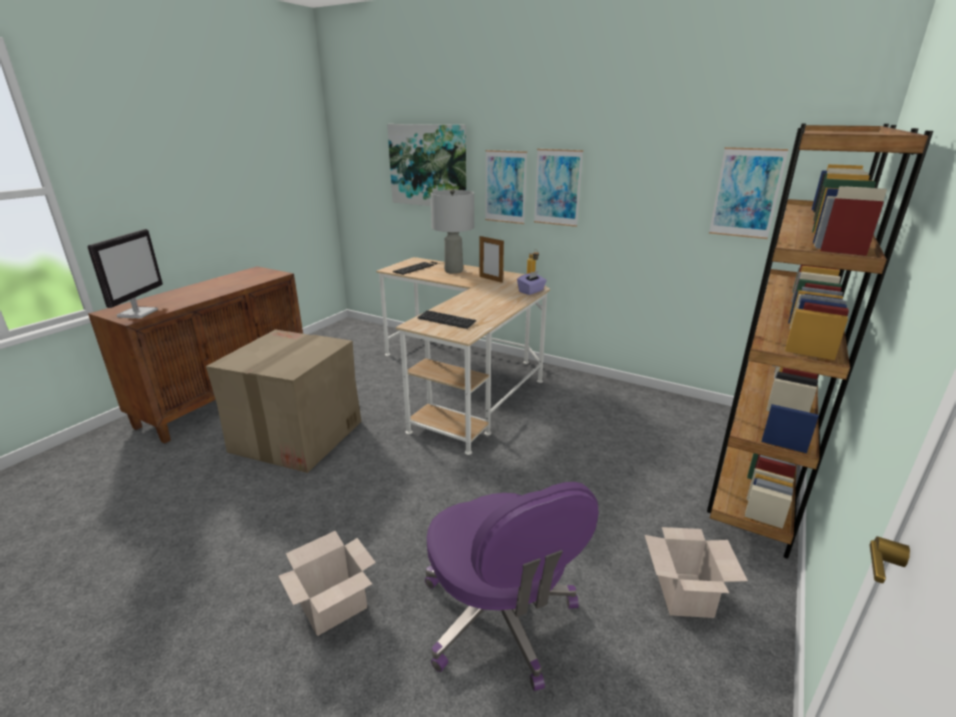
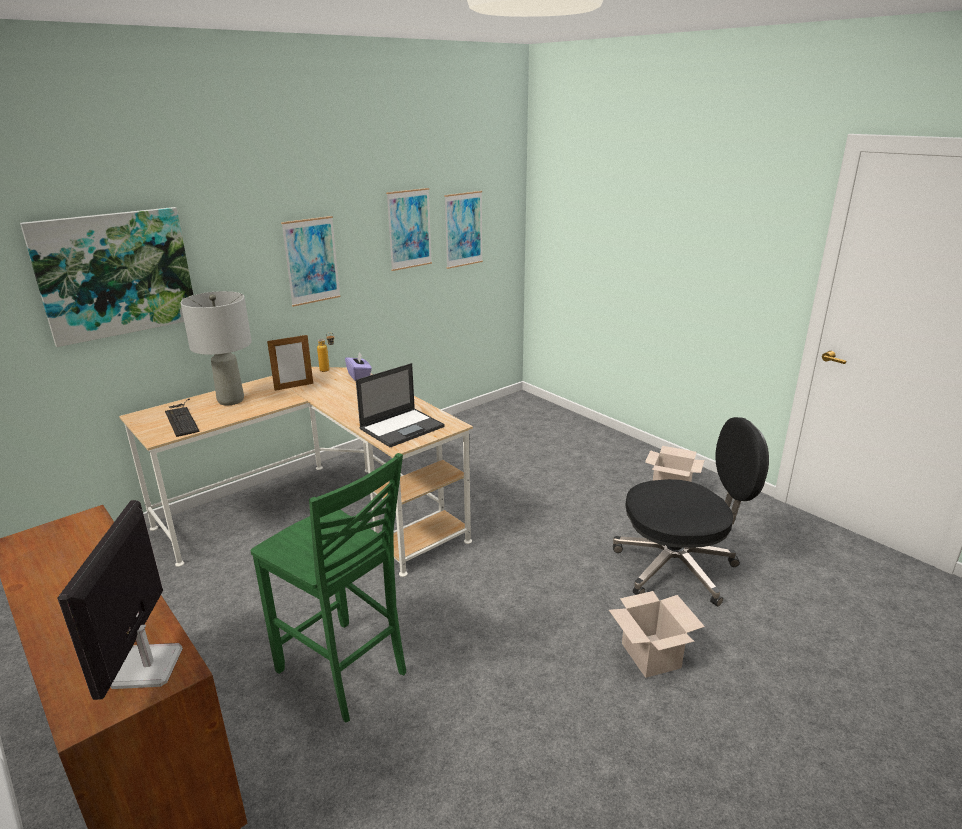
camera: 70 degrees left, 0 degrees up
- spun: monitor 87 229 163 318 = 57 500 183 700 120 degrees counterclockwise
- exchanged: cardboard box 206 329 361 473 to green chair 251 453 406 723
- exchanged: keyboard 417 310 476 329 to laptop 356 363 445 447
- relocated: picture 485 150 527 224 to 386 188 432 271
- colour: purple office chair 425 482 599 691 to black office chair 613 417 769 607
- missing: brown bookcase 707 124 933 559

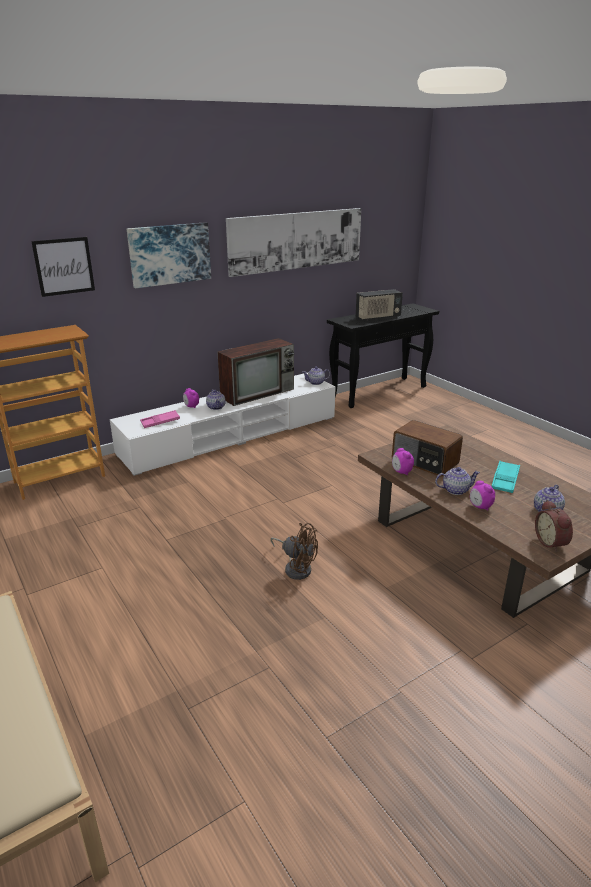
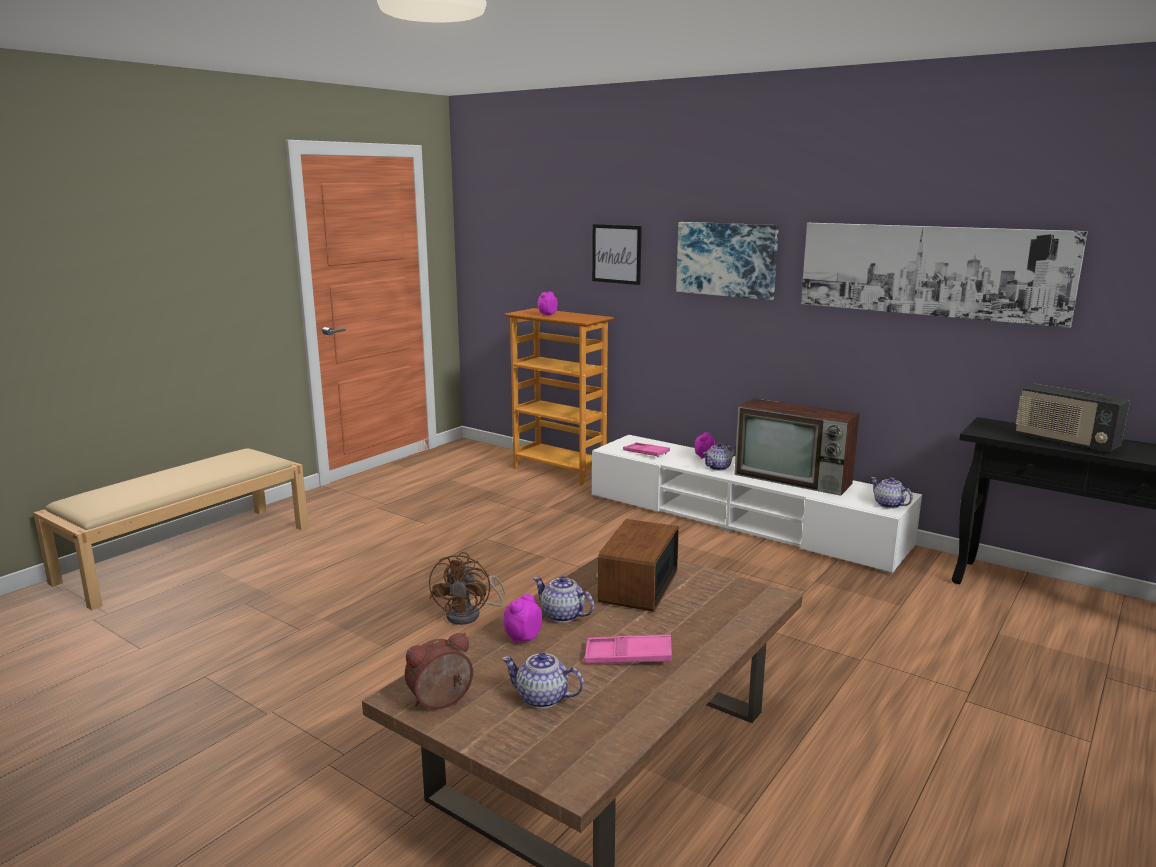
camera: 70 degrees right, 10 degrees down
- spun: teapot 435 467 480 495 = 533 576 594 623 150 degrees clockwise
- relocated: alarm clock 392 448 414 475 to 538 291 558 316
- colour: turquoise tray 492 461 520 493 to pink tray 584 634 672 664

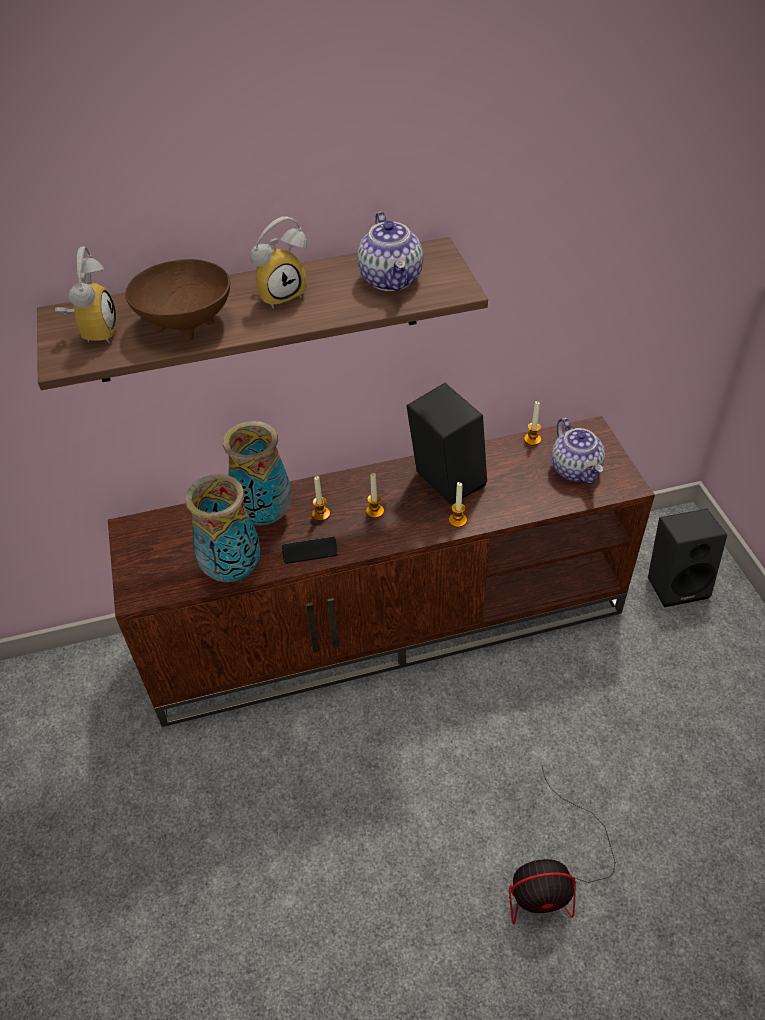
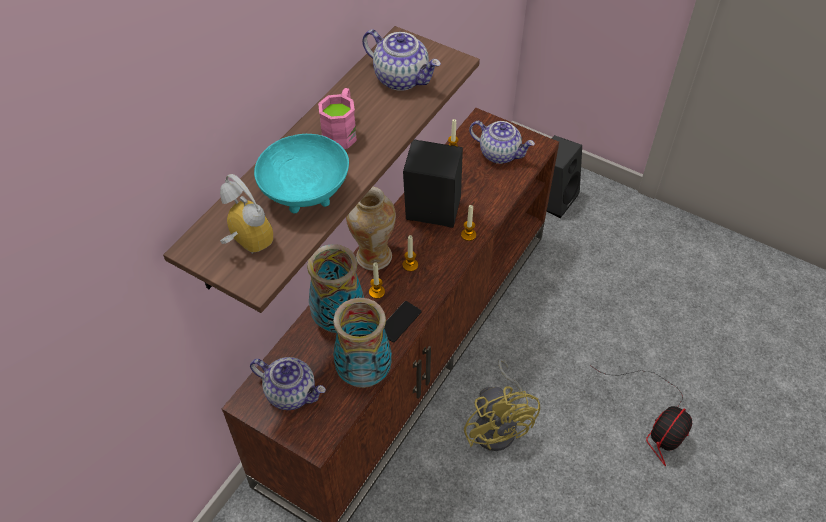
camera: 45 degrees left, 5 degrees up
- appeared: teapot 250 357 326 410
- colour: brown bowl 125 259 230 341 to turquoise bowl 254 134 349 213
- exchanged: alarm clock 251 216 307 309 to pink mug 318 88 357 149
- appeared: vase 346 187 396 270
- appeared: yellow fan 464 359 540 451

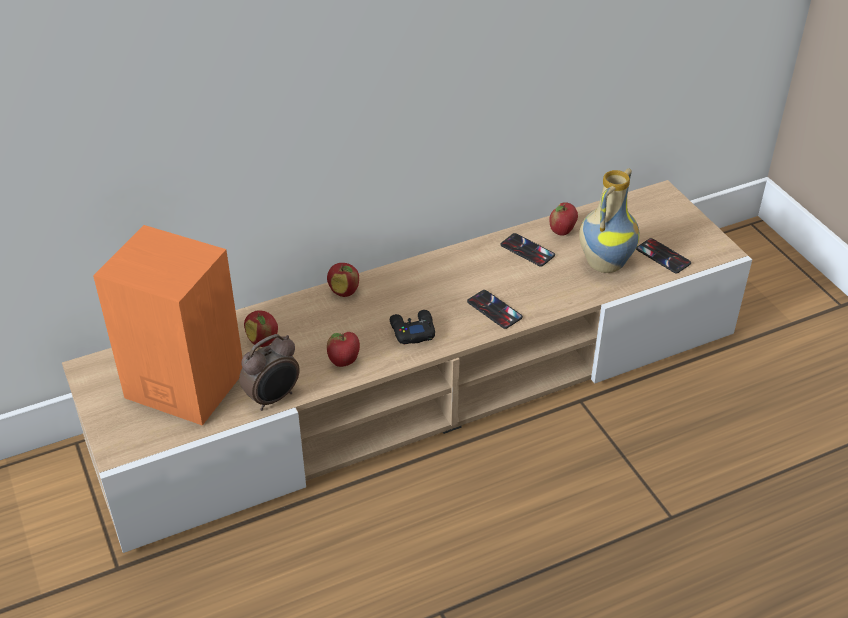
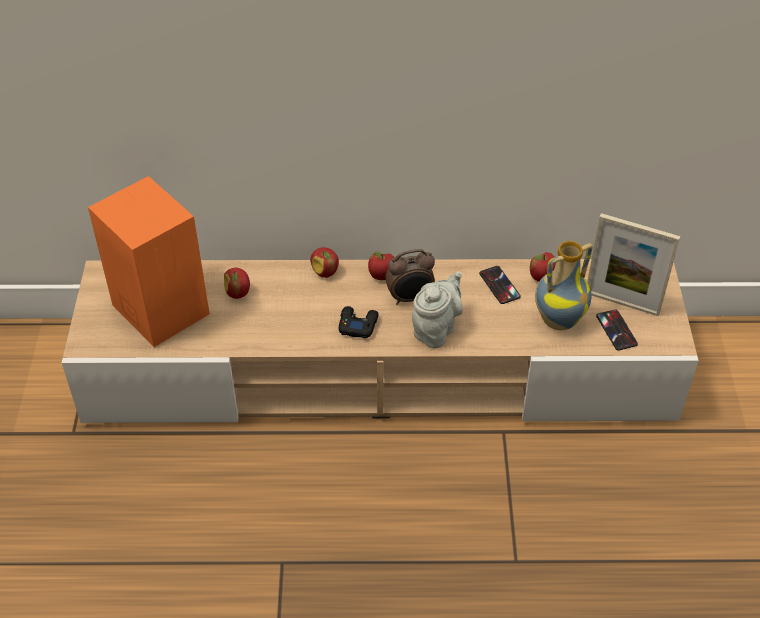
camera: 25 degrees right, 5 degrees up
- relocated: apple 327 332 360 367 to 368 252 394 280
- relocated: alarm clock 239 334 300 411 to 385 249 435 305
- exchanged: phone 467 290 523 329 to grey teapot 412 271 463 348
- appeared: picture frame 587 213 680 316

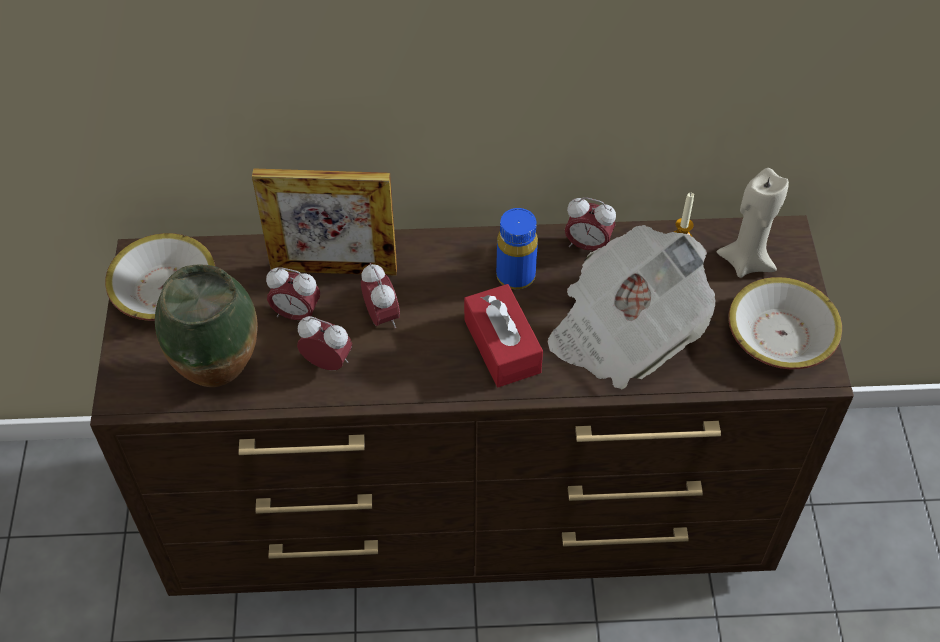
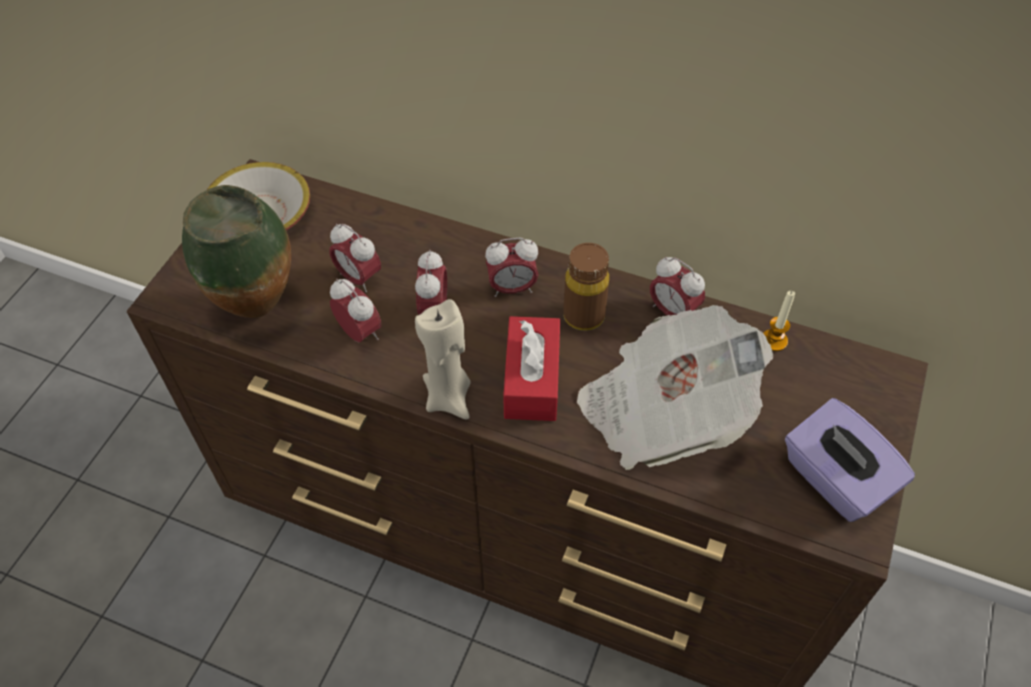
camera: 25 degrees right, 0 degrees up
- relocated: beige candle 717 168 789 278 to 415 299 471 420
- appeared: alarm clock 485 238 539 297
- colour: blue bottle 496 208 538 289 to brown bottle 563 243 609 331
- exchanged: bowl 728 277 842 369 to purple tissue box 785 398 915 522
- missing: picture frame 252 168 397 276

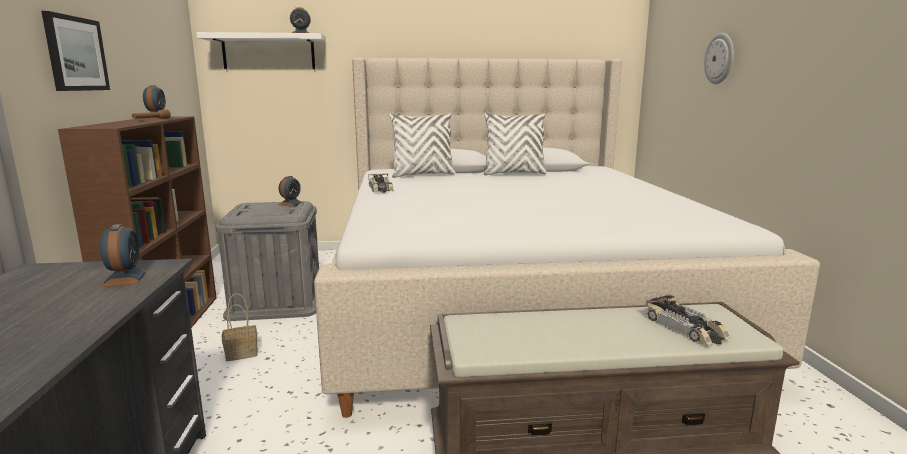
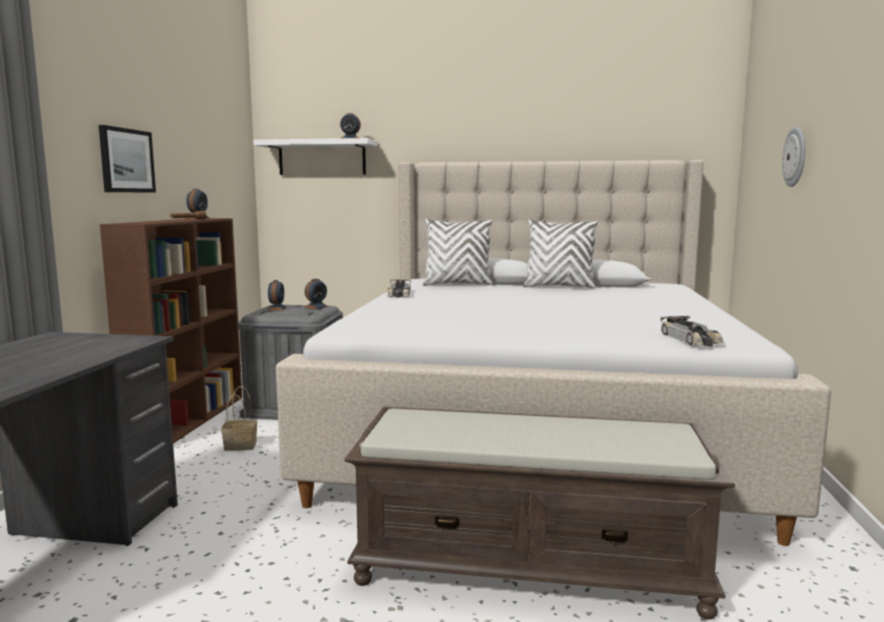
camera: 15 degrees right, 5 degrees down
- relocated: alarm clock 100 224 147 287 to 266 280 287 311
- relocated: toy car 646 294 731 345 to 661 316 725 346

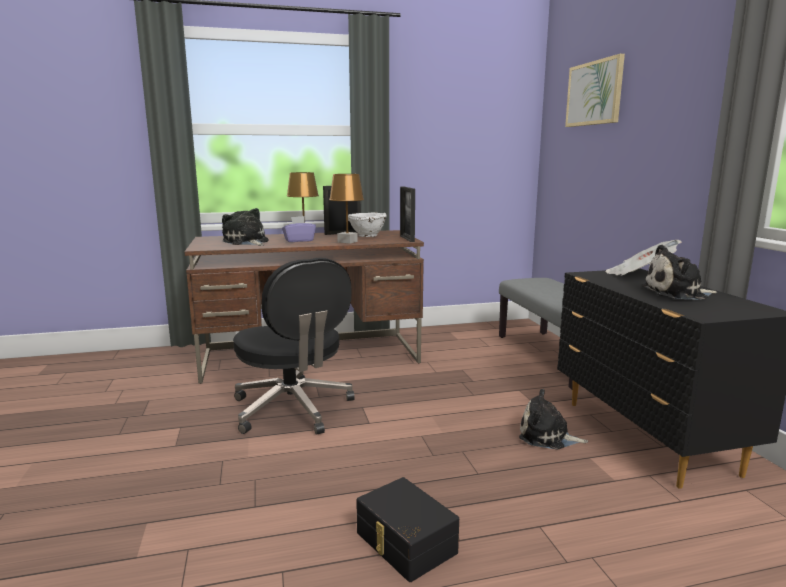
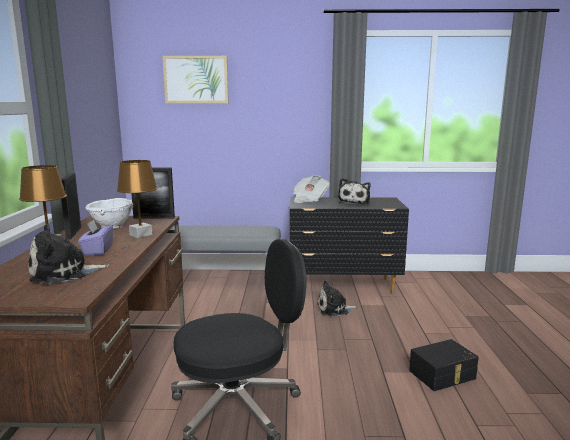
camera: 75 degrees left, 0 degrees up
- spun: plush toy 519 389 589 450 = 317 280 357 316 45 degrees clockwise

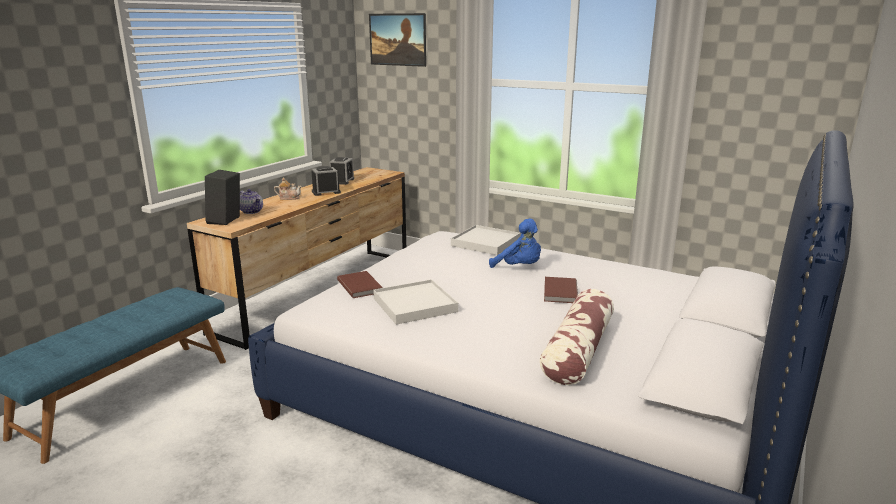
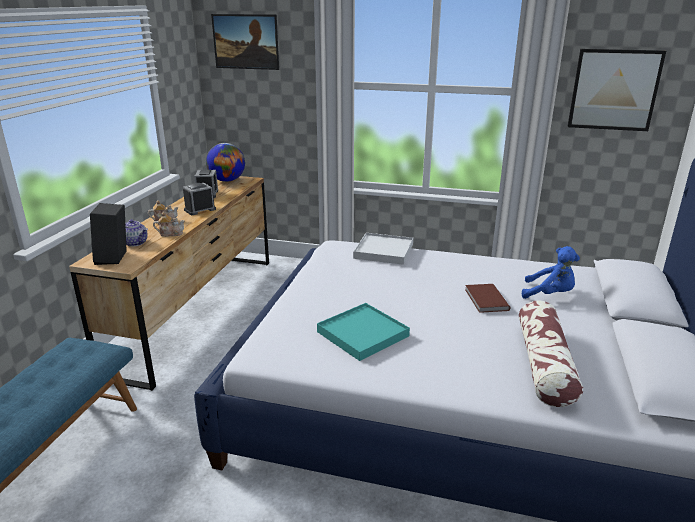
camera: 15 degrees left, 5 degrees up
- appeared: teapot 153 212 185 237
- appeared: globe 206 143 245 182
- colour: white tray 373 279 458 325 to turquoise tray 317 303 410 361
- relocated: blue plush toy 489 218 541 268 to 522 246 580 299
- appeared: picture 568 49 666 131
- missing: brown book 337 271 383 298

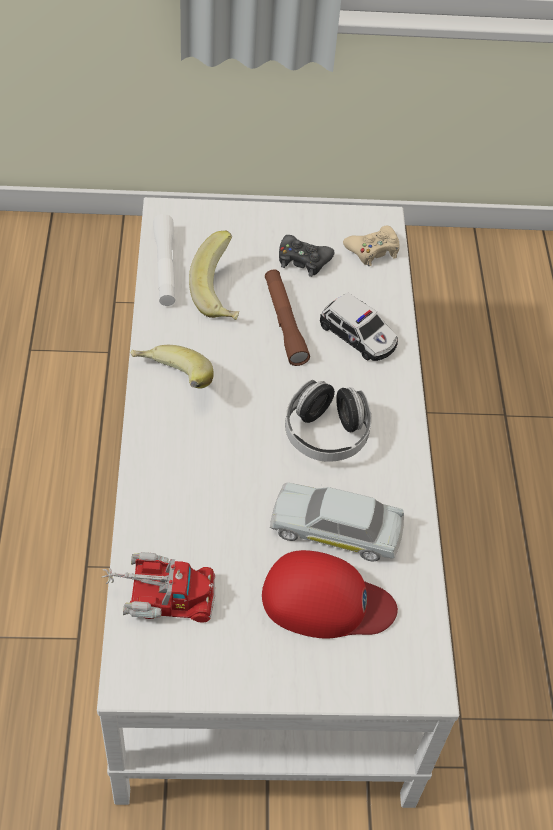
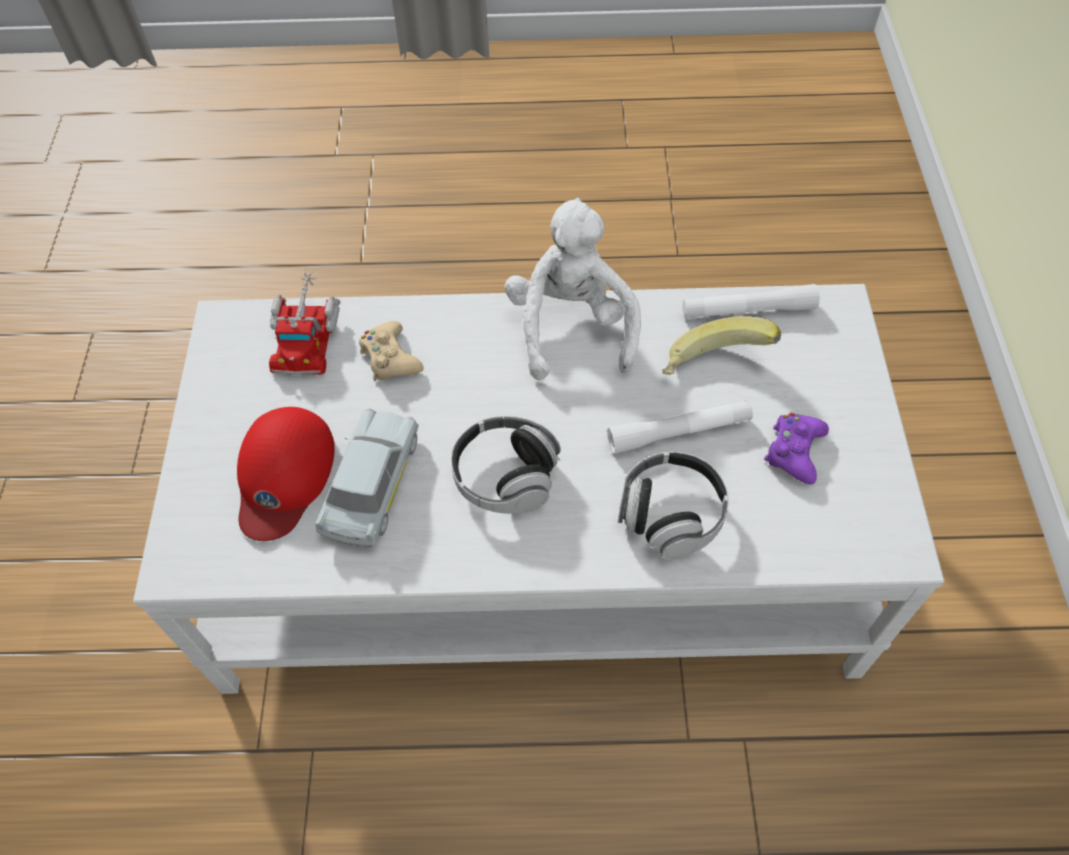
camera: 95 degrees right, 5 degrees up
- relocated: beige game controller 343 226 400 266 to 359 321 424 381
- exchanged: banana 130 345 214 388 to white plush toy 504 198 641 380
- colour: brown flashlight 265 269 310 366 to white flashlight 607 400 753 454
- exchanged: toy car 320 293 398 361 to headphones 618 452 729 560
- colour: black game controller 279 235 335 277 to purple game controller 764 413 829 484

